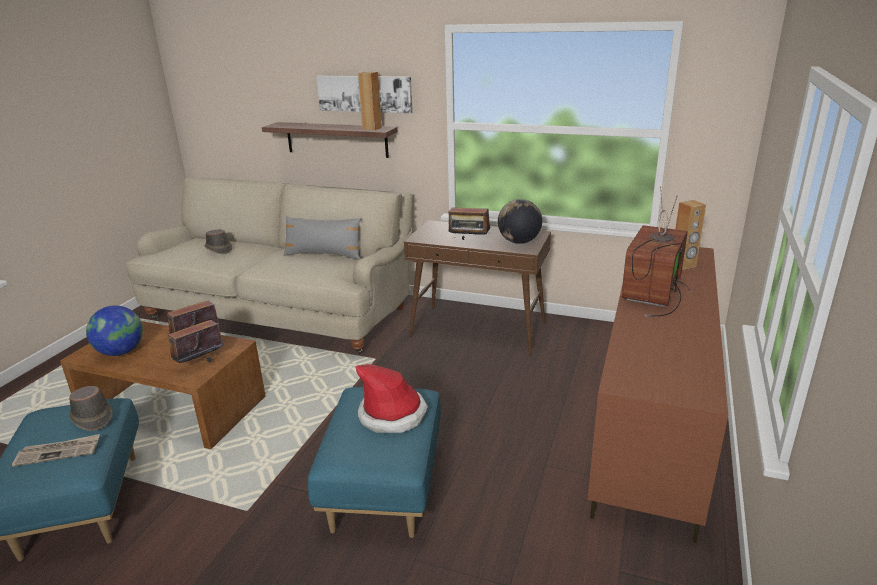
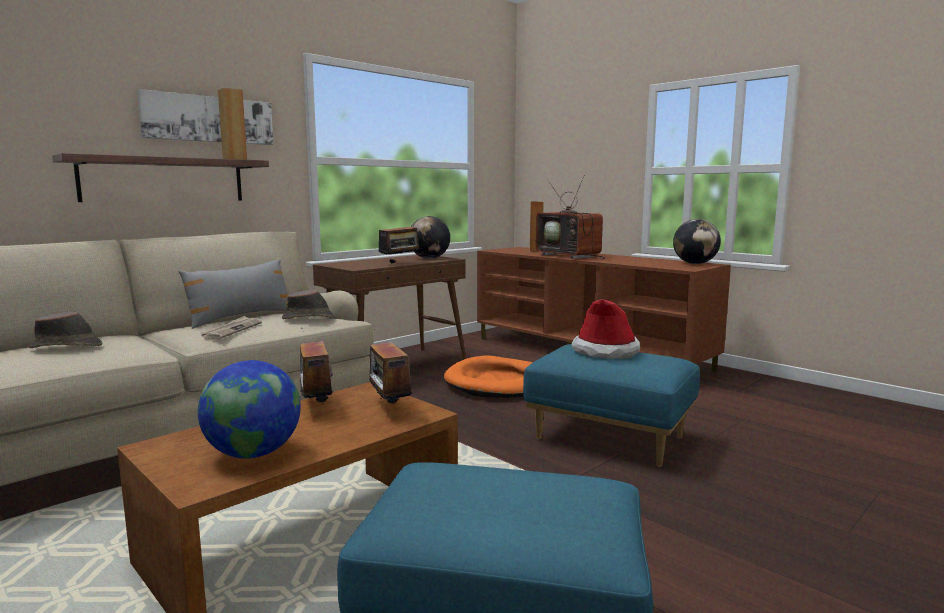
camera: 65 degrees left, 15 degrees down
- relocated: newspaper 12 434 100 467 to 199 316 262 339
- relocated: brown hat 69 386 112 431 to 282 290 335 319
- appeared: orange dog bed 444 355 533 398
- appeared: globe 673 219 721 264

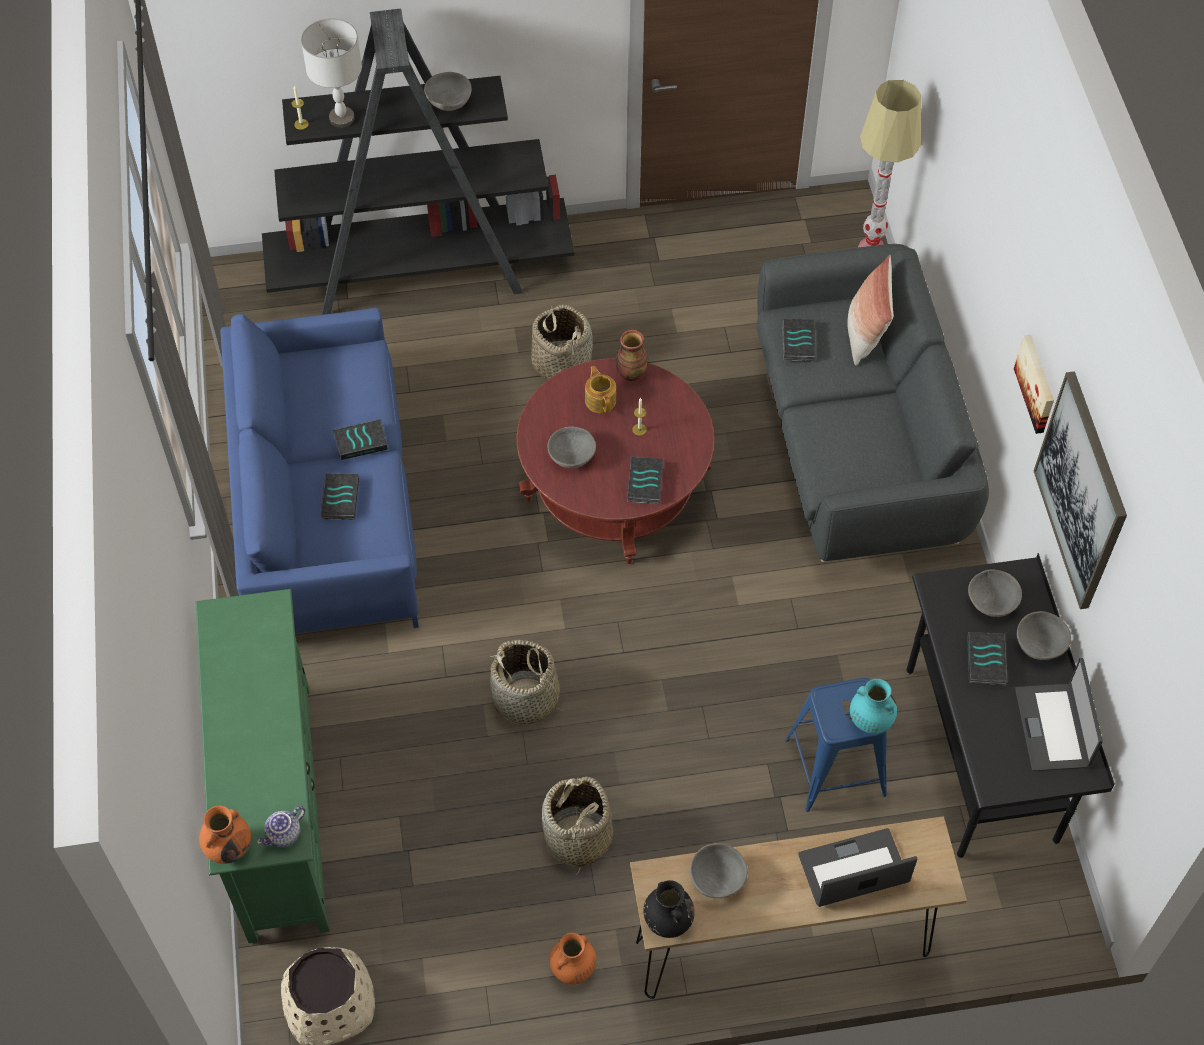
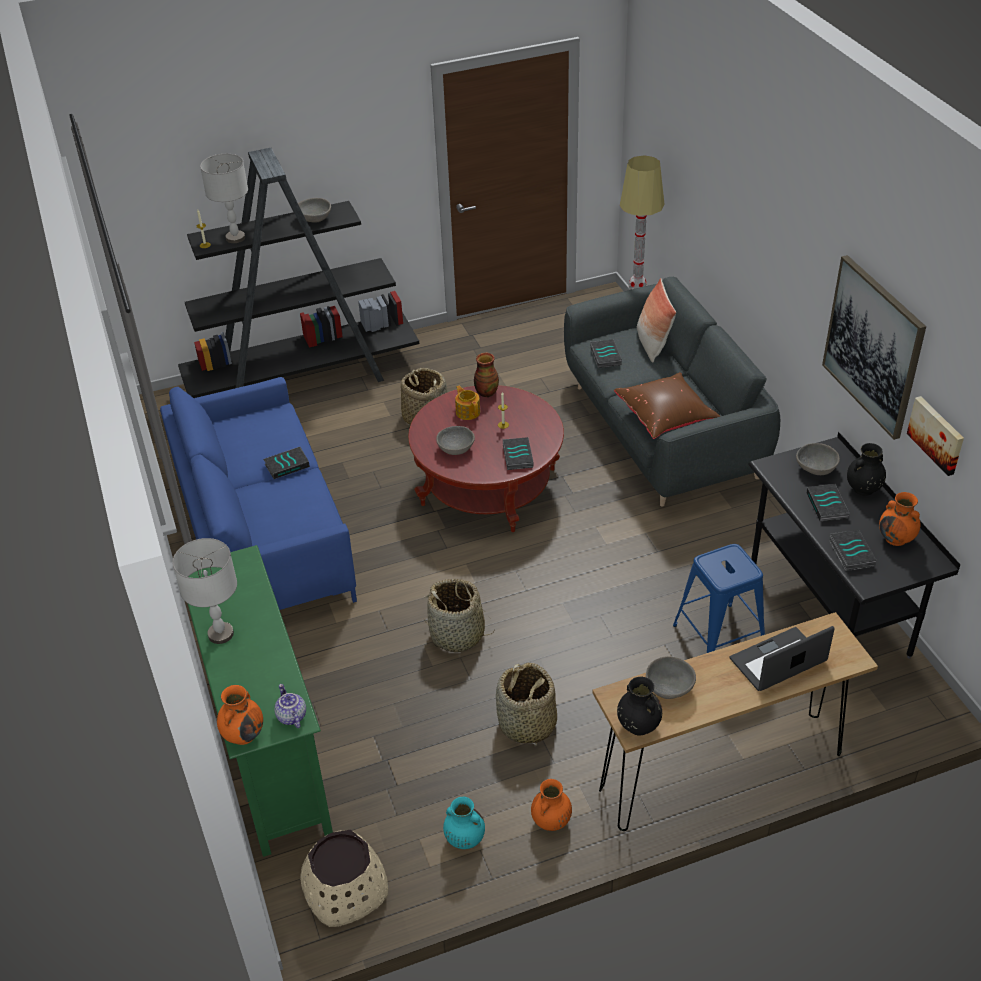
camera: 10 degrees left, 15 degrees down
- appeared: grey table lamp 172 538 237 644
- spun: teapot 257 806 305 847 = 274 684 306 728 120 degrees clockwise
- relocated: turquoise vase 850 679 897 734 to 443 797 485 849
- appeared: brown pillow 614 372 720 439
- relocated: book 321 473 359 520 to 829 530 877 571
- exchanged: grey bowl 1017 611 1071 660 to black vase 847 443 886 496
- exchanged: laptop 1015 658 1103 771 to orange vase 879 492 920 546
- relocated: picture 1014 335 1054 434 to 907 396 964 476

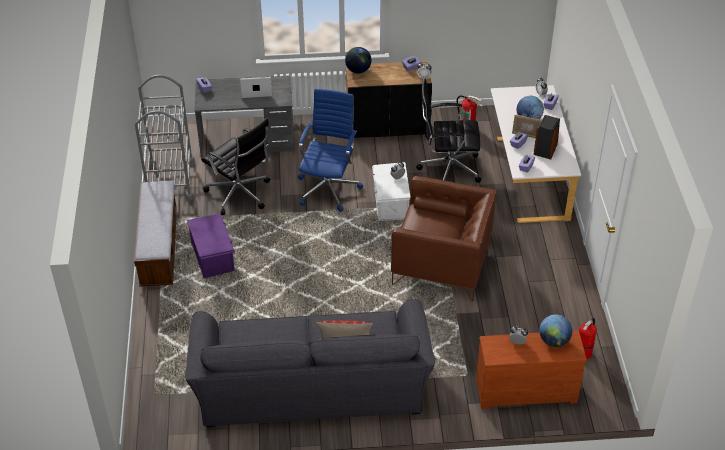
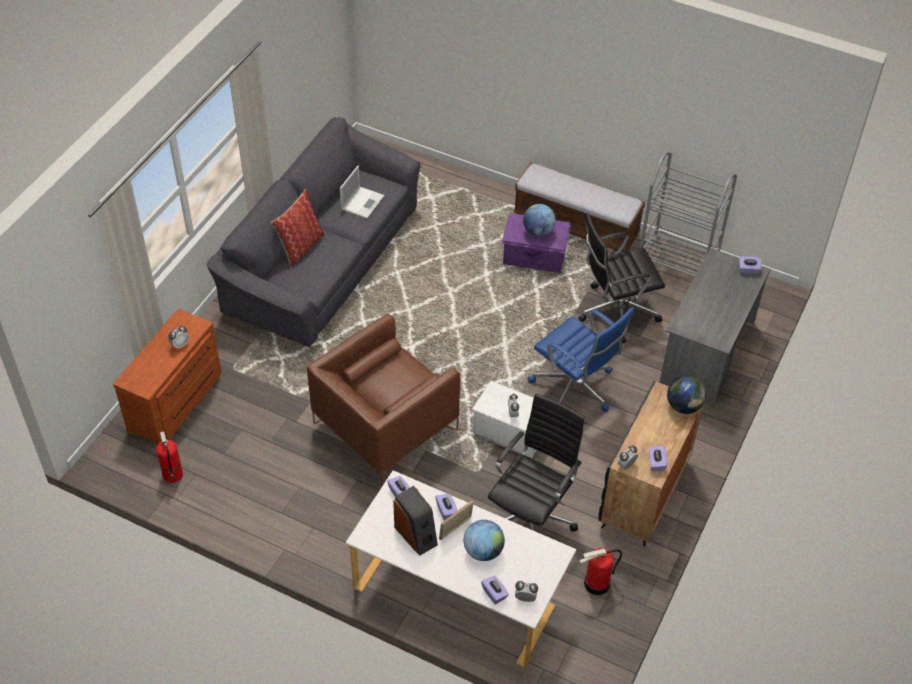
camera: 120 degrees right, 5 degrees up
- relocated: laptop 240 77 272 98 to 340 166 385 219
- relocated: globe 539 314 572 347 to 523 204 556 236

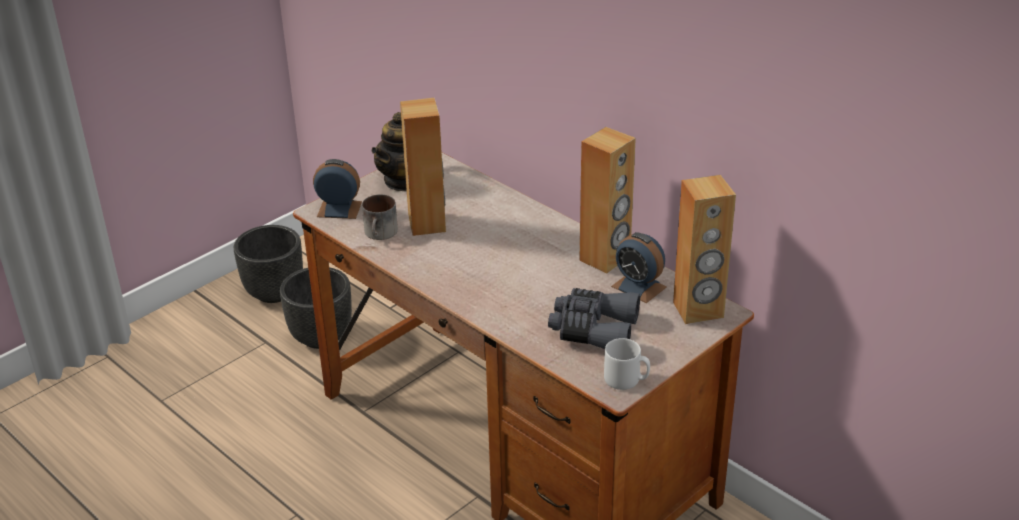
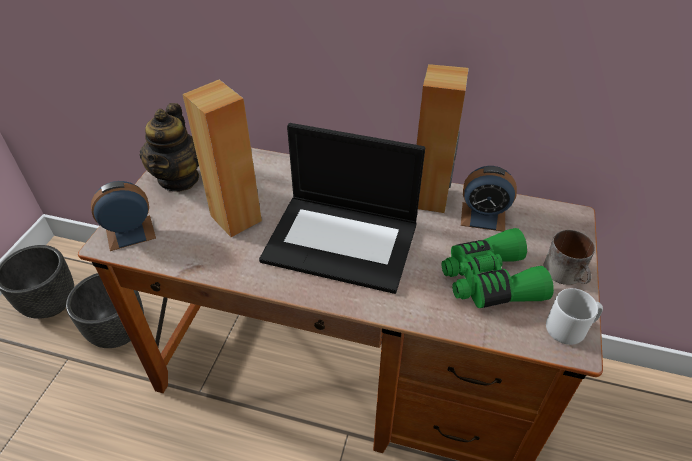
camera: 30 degrees left, 10 degrees up
- appeared: laptop 259 123 425 294
- colour: grey binoculars 548 288 640 349 to green binoculars 442 228 554 308
- relocated: mug 362 194 398 240 to 543 230 595 285
- missing: brown speaker 673 175 736 324

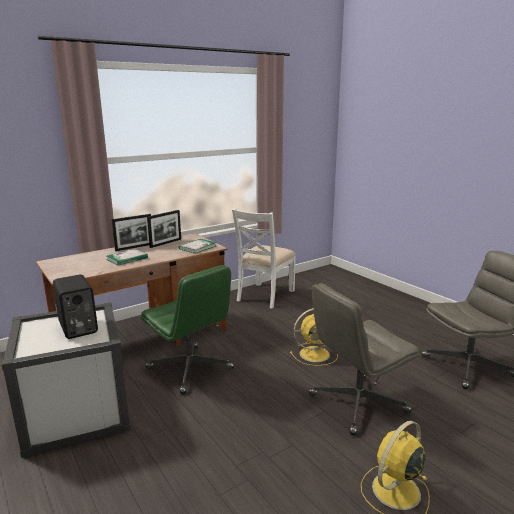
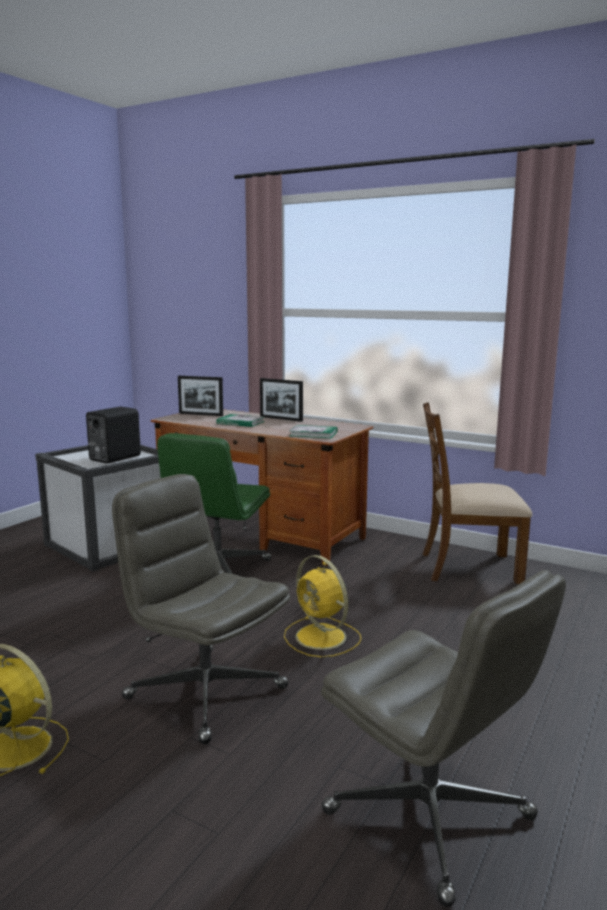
camera: 65 degrees right, 5 degrees down
- relocated: picture frame 147 210 181 248 to 178 376 223 416
- colour: white chair 232 208 296 309 to brown chair 423 402 533 584

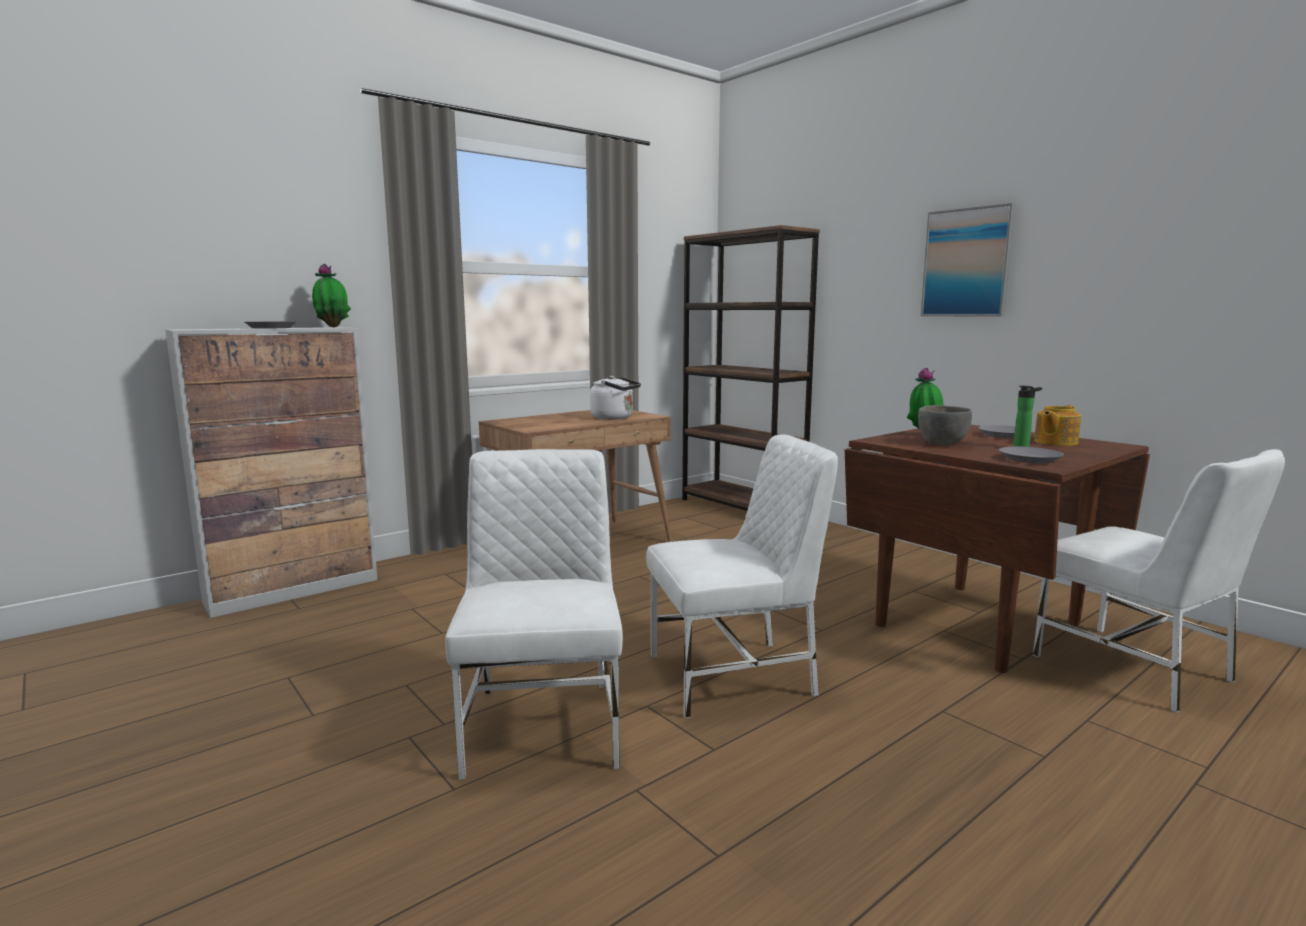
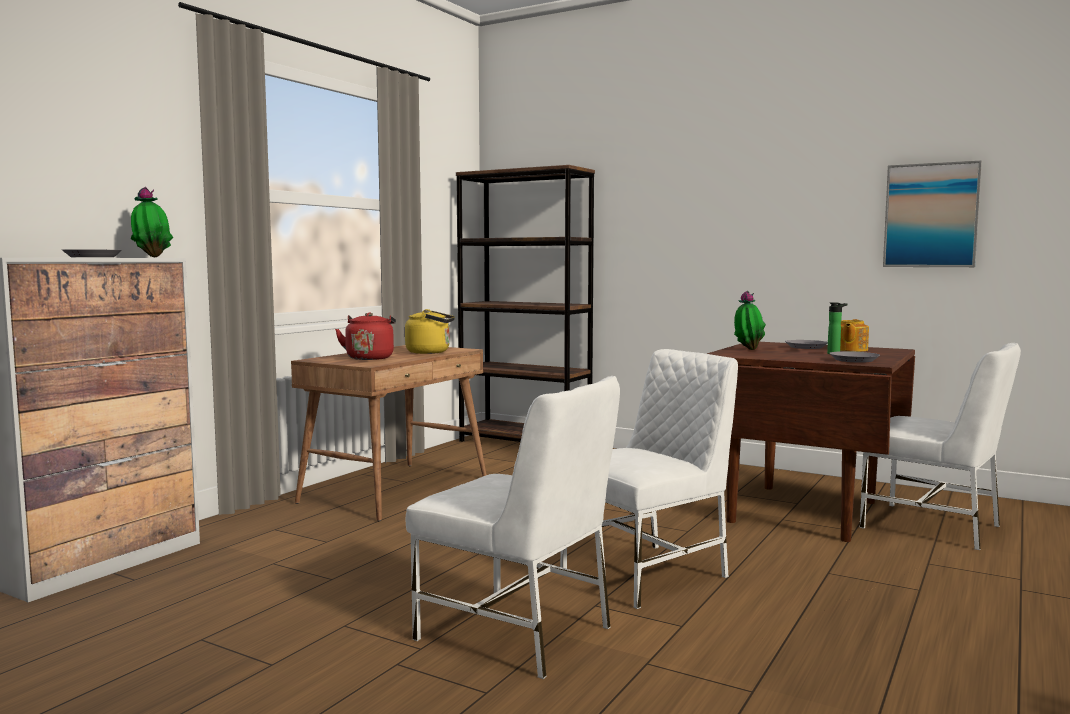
camera: 20 degrees left, 5 degrees down
- appeared: red kettle 335 312 396 360
- colour: white kettle 590 376 641 420 to yellow kettle 405 309 455 354
- spun: white chair 445 449 623 780 = 405 376 620 679 150 degrees clockwise
- relocated: picture 921 203 1015 317 to 883 161 982 267
- missing: grey bowl 918 405 972 445

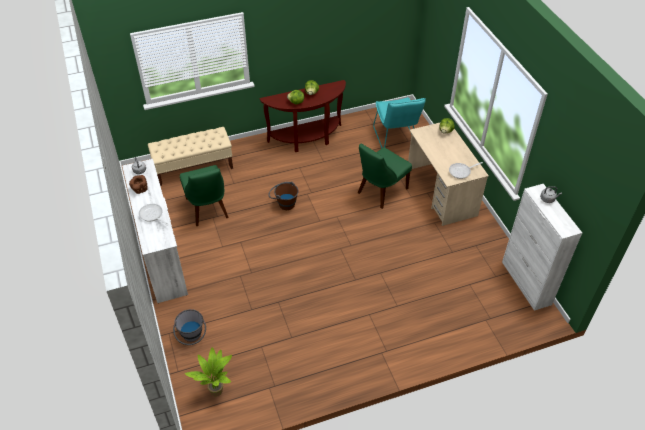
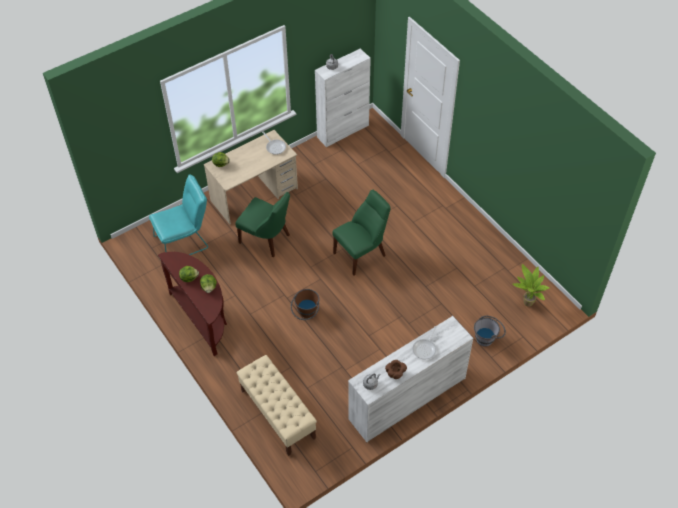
camera: 105 degrees left, 5 degrees up
- relocated: green chair 180 165 229 226 to 332 190 391 276

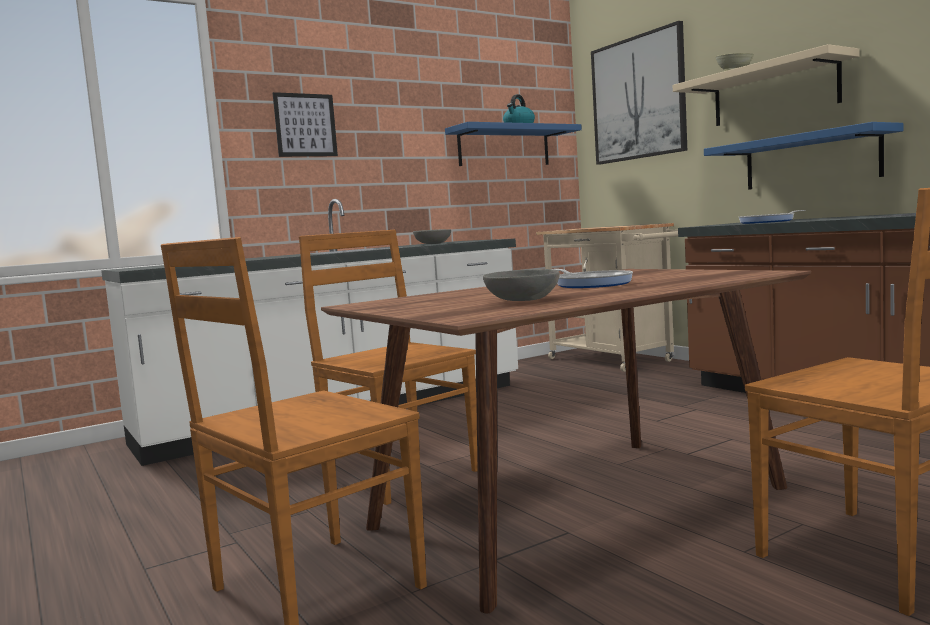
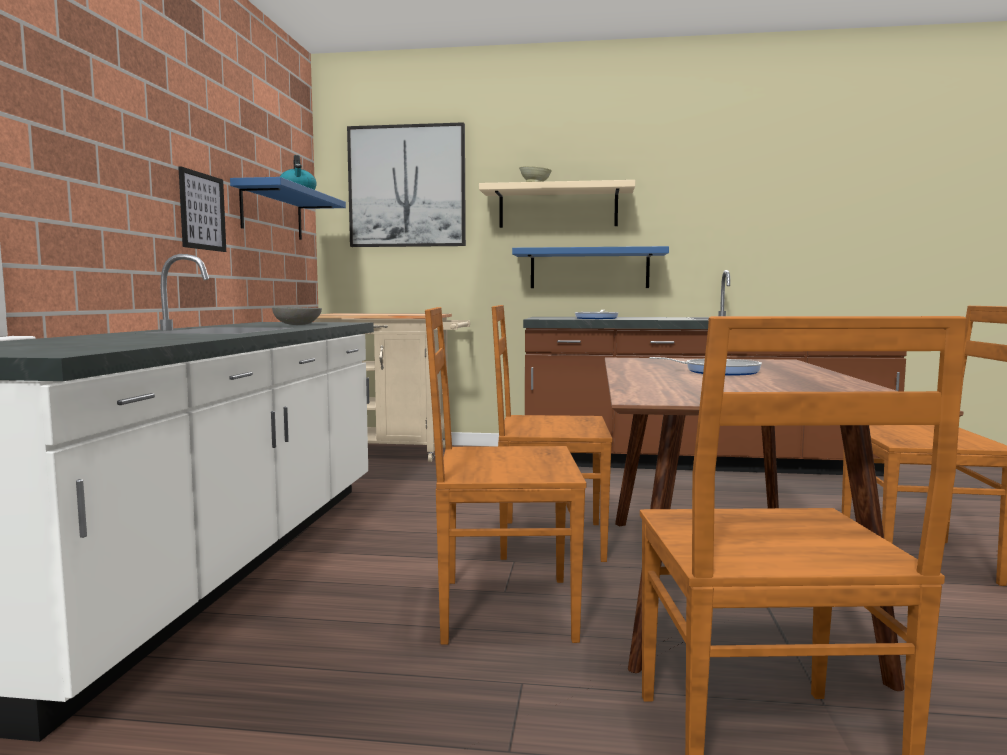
camera: 50 degrees left, 0 degrees up
- relocated: picture 273 92 338 157 to 178 166 226 252
- appeared: brown chair 492 305 613 562
- missing: grey bowl 483 269 560 301

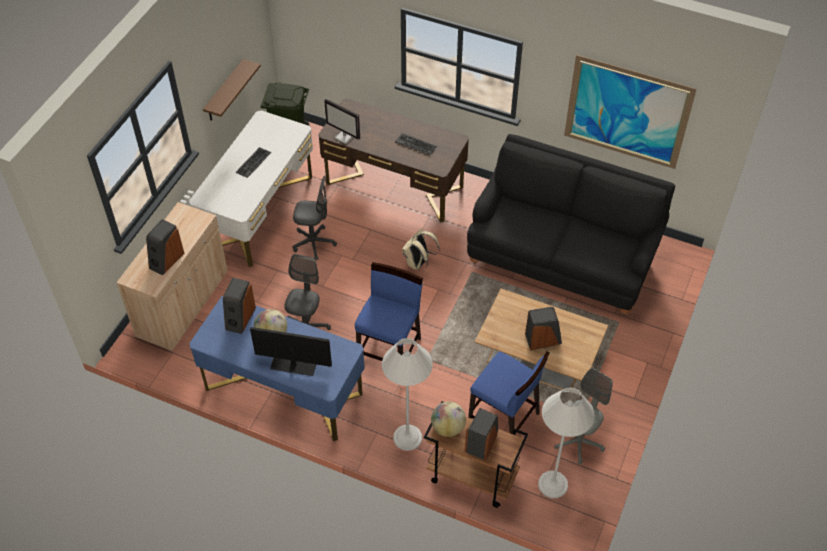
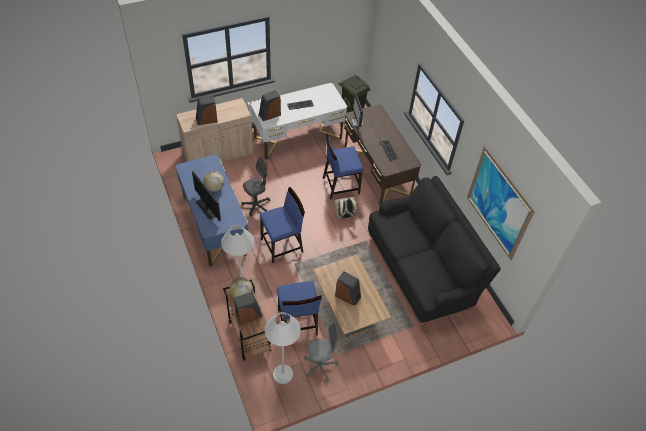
camera: 40 degrees right, 0 degrees up
- relocated: speaker 223 277 256 334 to 259 90 281 121
- appeared: blue chair 323 134 363 200
- missing: brown shelf 203 59 261 121
- missing: grey office chair 293 176 337 260

